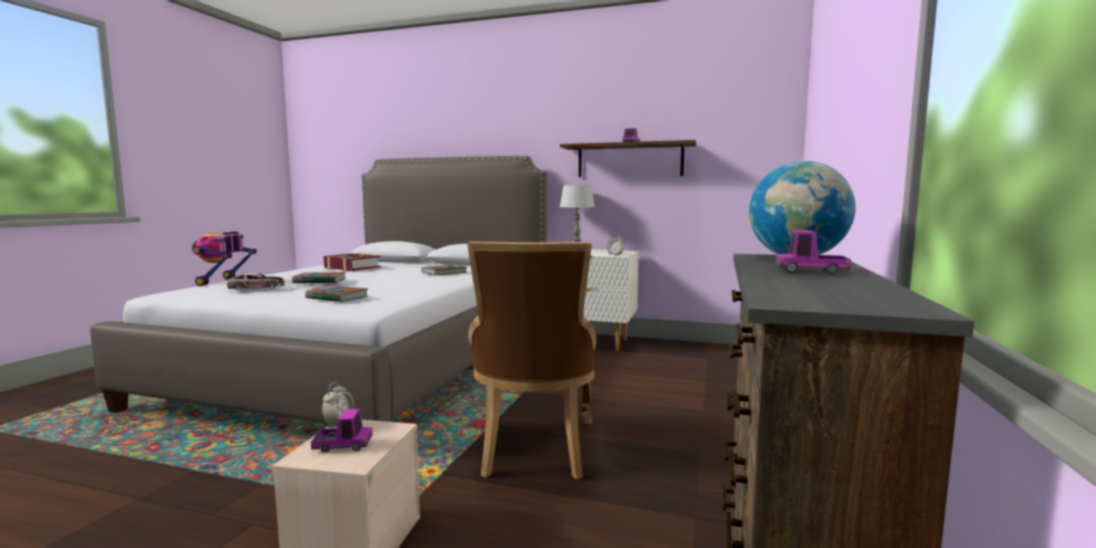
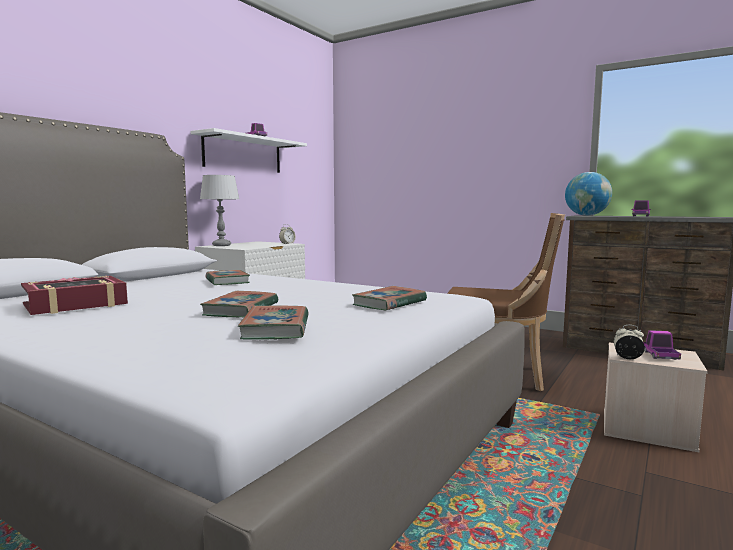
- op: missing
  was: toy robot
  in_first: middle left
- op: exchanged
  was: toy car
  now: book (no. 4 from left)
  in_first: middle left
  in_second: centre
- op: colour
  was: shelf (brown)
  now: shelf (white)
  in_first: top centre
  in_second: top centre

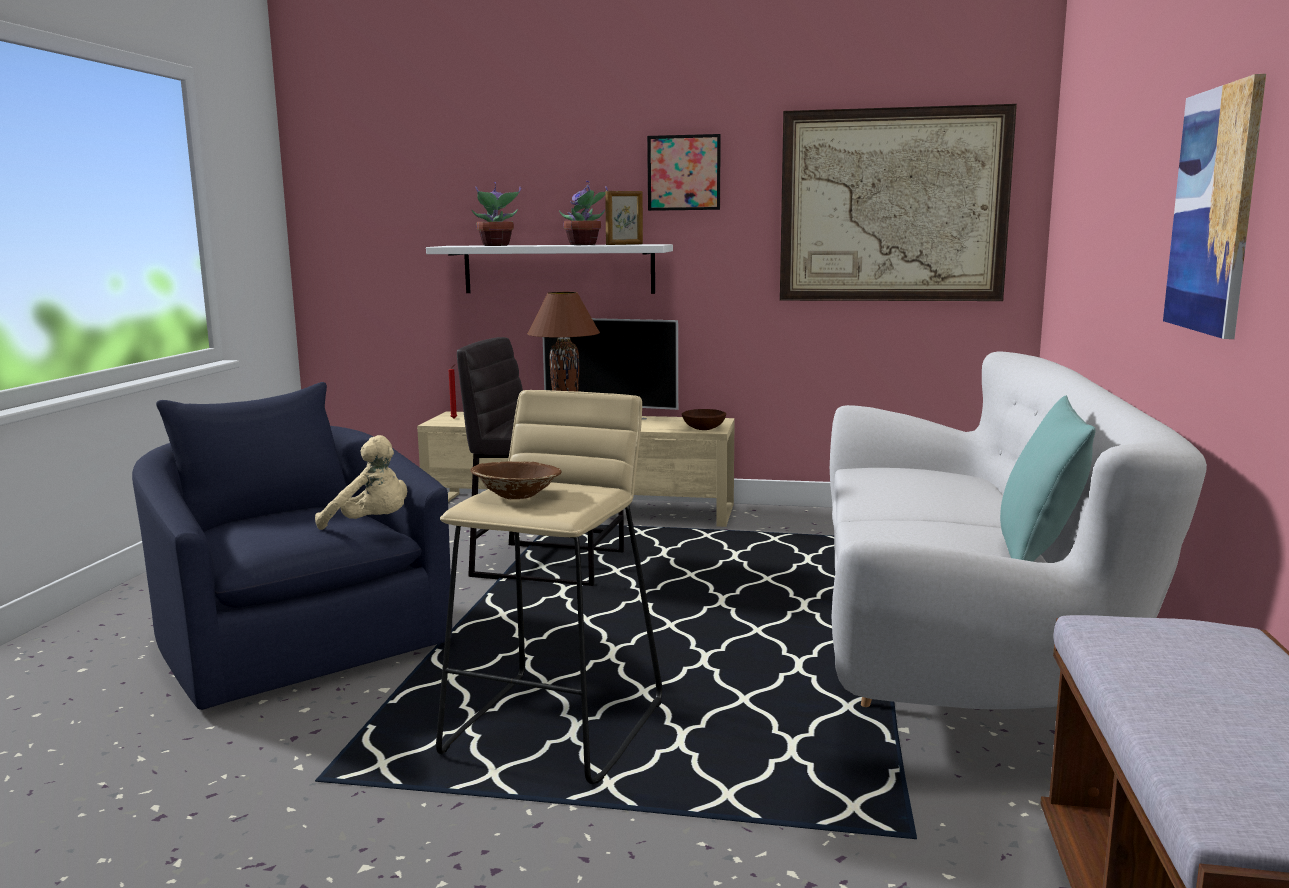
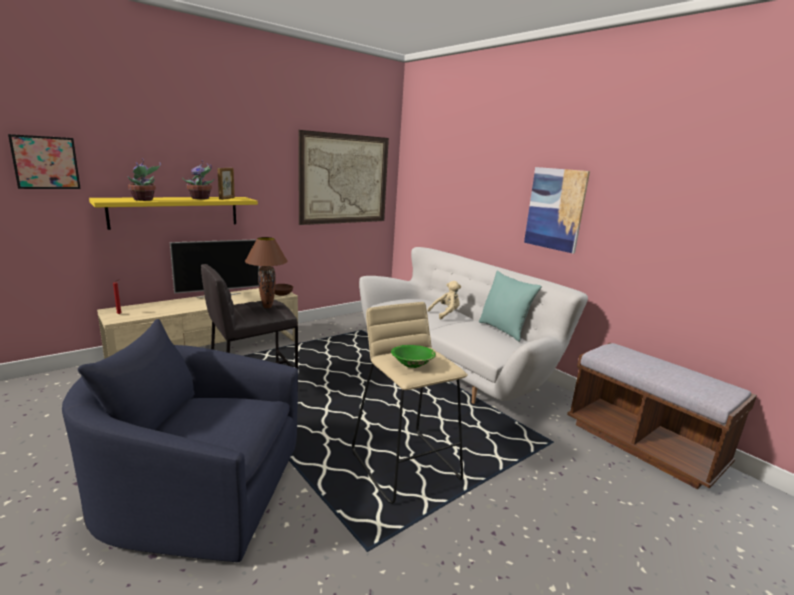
- op: relocated
  was: plush toy (beige)
  in_first: middle left
  in_second: centre
- op: colour
  was: shelf (white)
  now: shelf (yellow)
  in_first: top centre
  in_second: middle left
- op: colour
  was: bowl (brown) (no. 1 from left)
  now: bowl (green)
  in_first: centre
  in_second: centre
- op: relocated
  was: picture (no. 1 from left)
  in_first: top centre
  in_second: top left

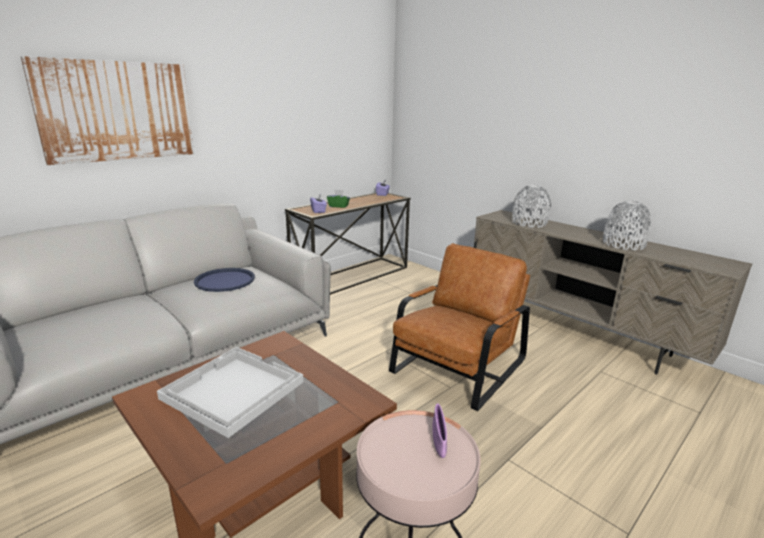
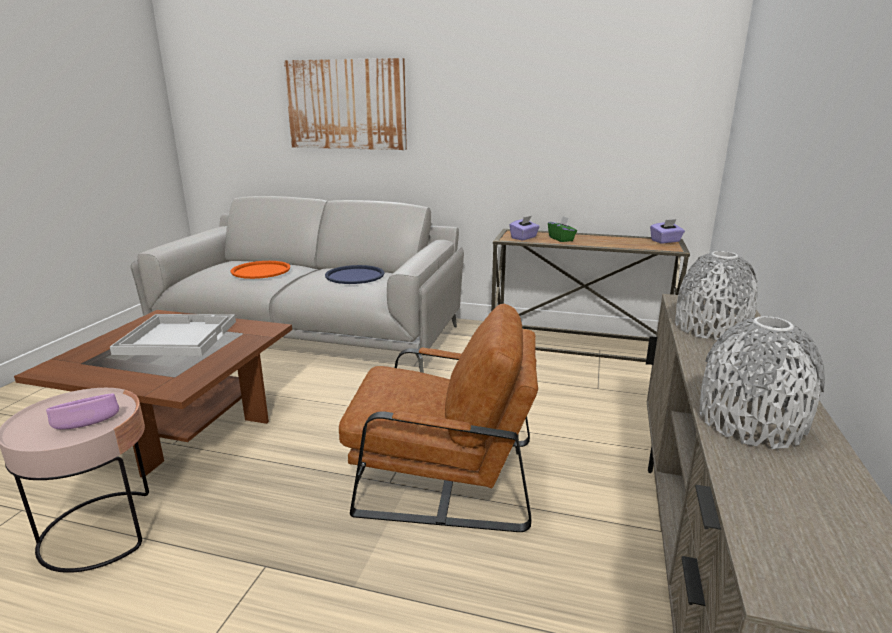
- op: appeared
  now: tray (orange)
  in_second: middle left

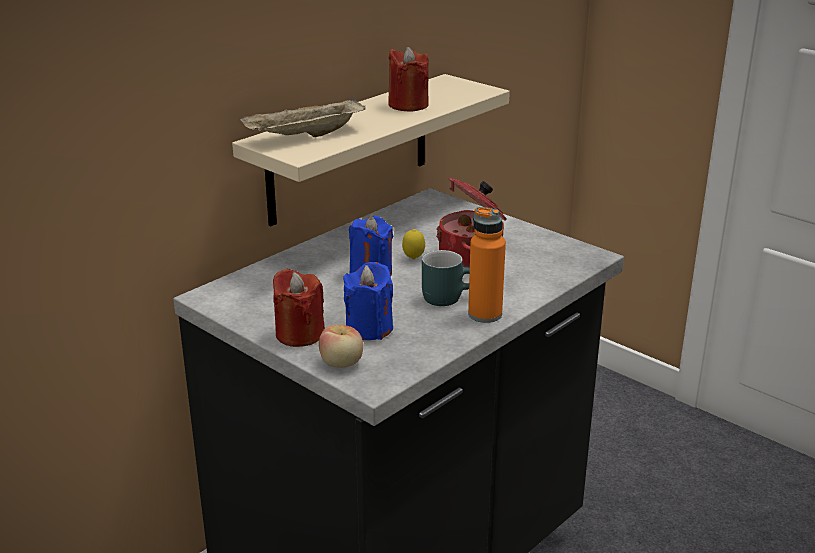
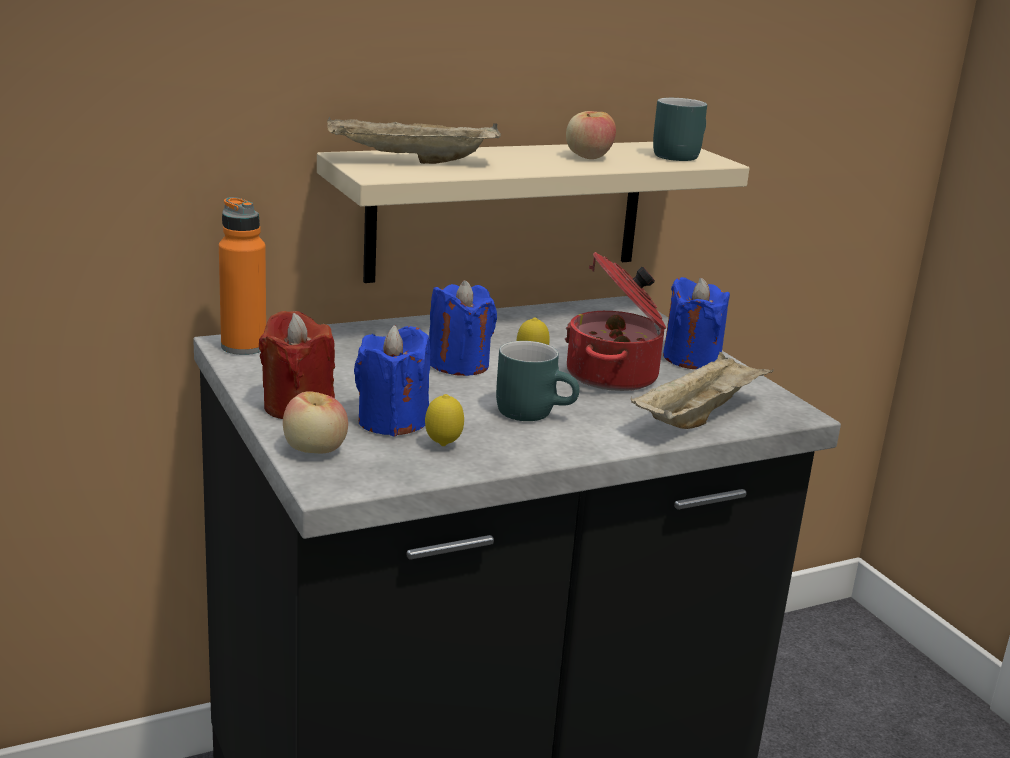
- op: exchanged
  was: candle (red) (no. 2 from left)
  now: apple (no. 2 from left)
  in_first: top centre
  in_second: top centre
- op: relocated
  was: bottle (orange)
  in_first: centre
  in_second: middle left
- op: appeared
  now: lemon (no. 1 from left)
  in_second: centre
- op: appeared
  now: tray (beige) (no. 2 from left)
  in_second: middle right
- op: appeared
  now: mug (turquoise) (no. 2 from left)
  in_second: top right
- op: appeared
  now: candle (blue) (no. 3 from left)
  in_second: middle right

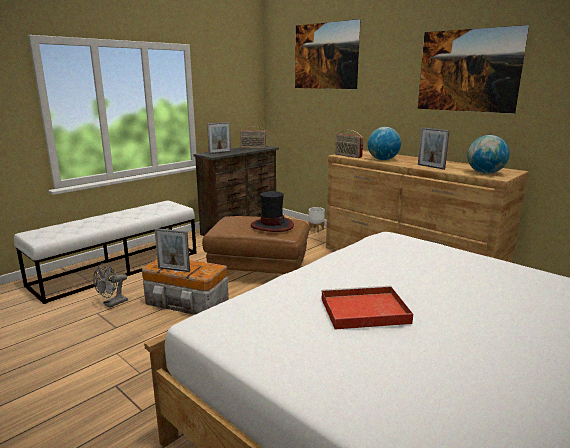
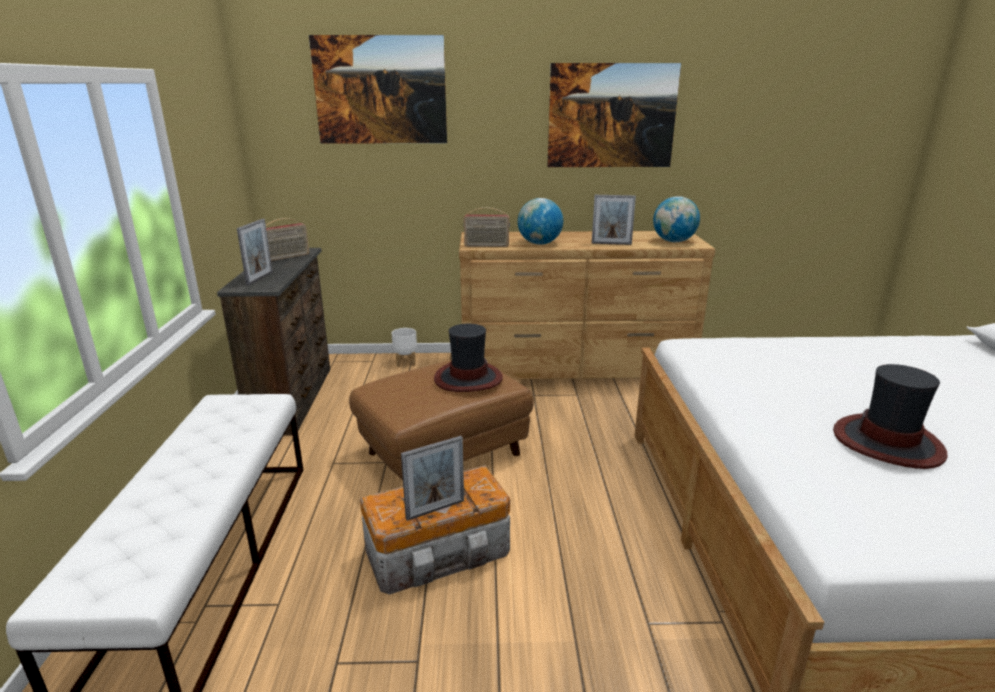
- op: missing
  was: fan (grey)
  in_first: middle left
- op: exchanged
  was: tray (red)
  now: hat (no. 2 from left)
  in_first: bottom centre
  in_second: middle right

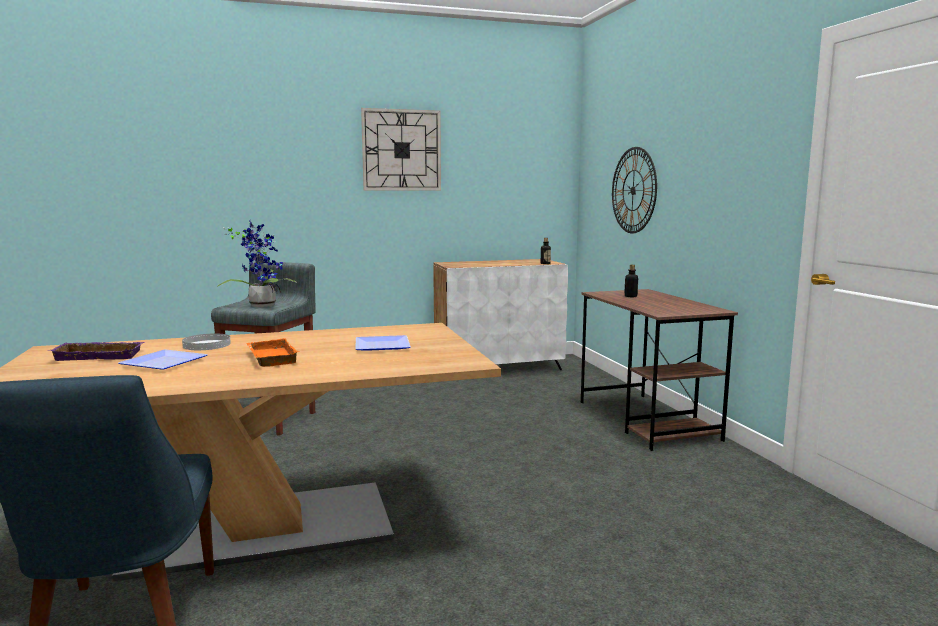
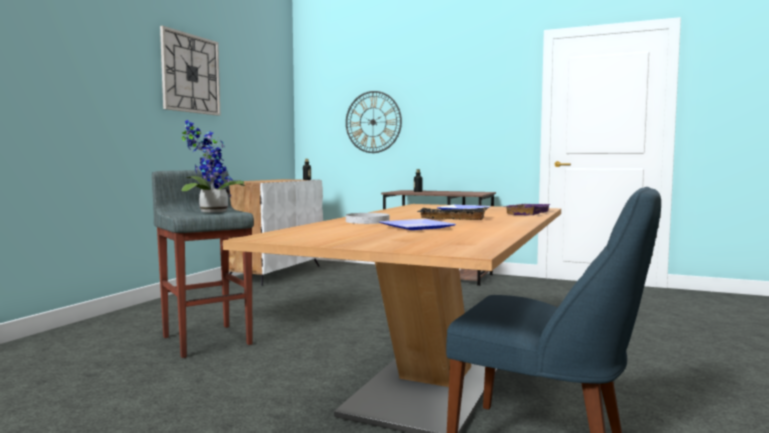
- op: relocated
  was: tray (purple)
  in_first: middle left
  in_second: middle right
- op: colour
  was: tray (orange)
  now: tray (black)
  in_first: middle left
  in_second: centre

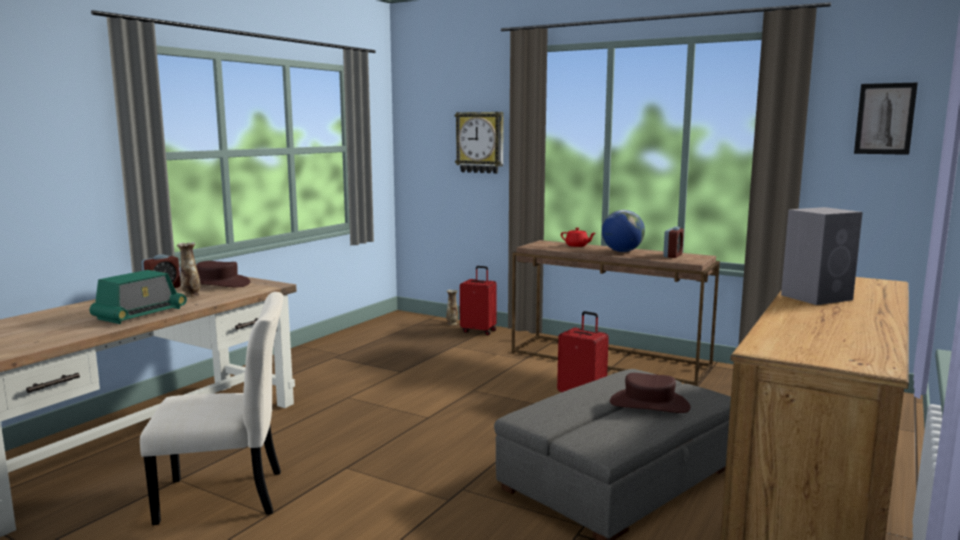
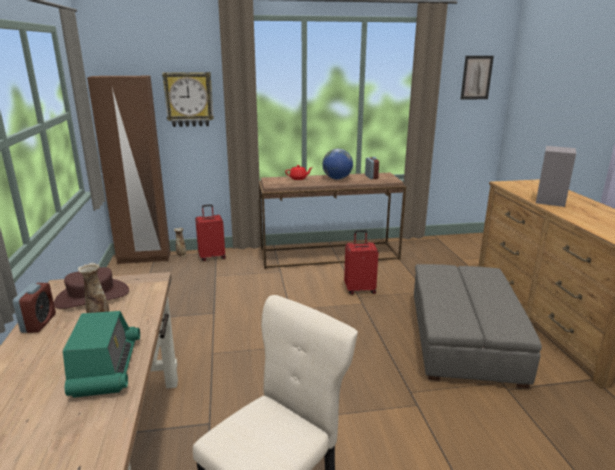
- op: missing
  was: hat (brown) (no. 2 from left)
  in_first: bottom right
- op: appeared
  now: wardrobe (brown)
  in_second: middle left

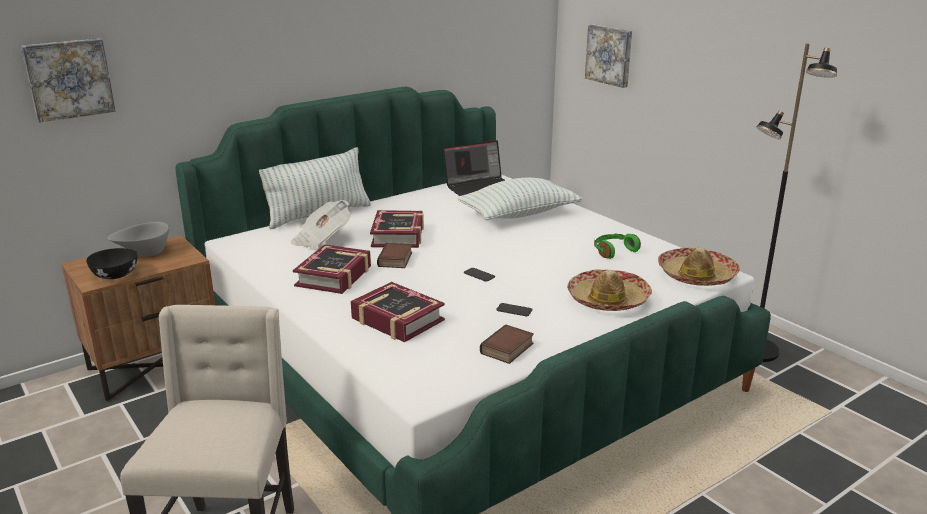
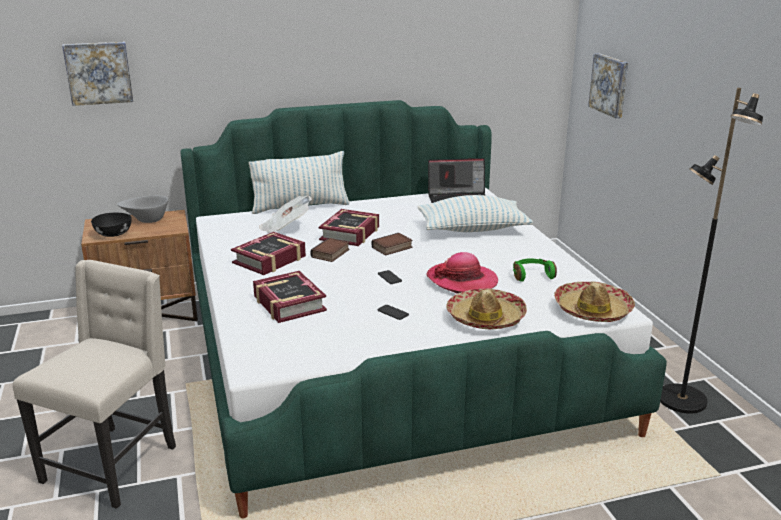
- op: relocated
  was: book (no. 5 from left)
  in_first: bottom centre
  in_second: centre
- op: appeared
  now: hat (no. 1 from left)
  in_second: centre

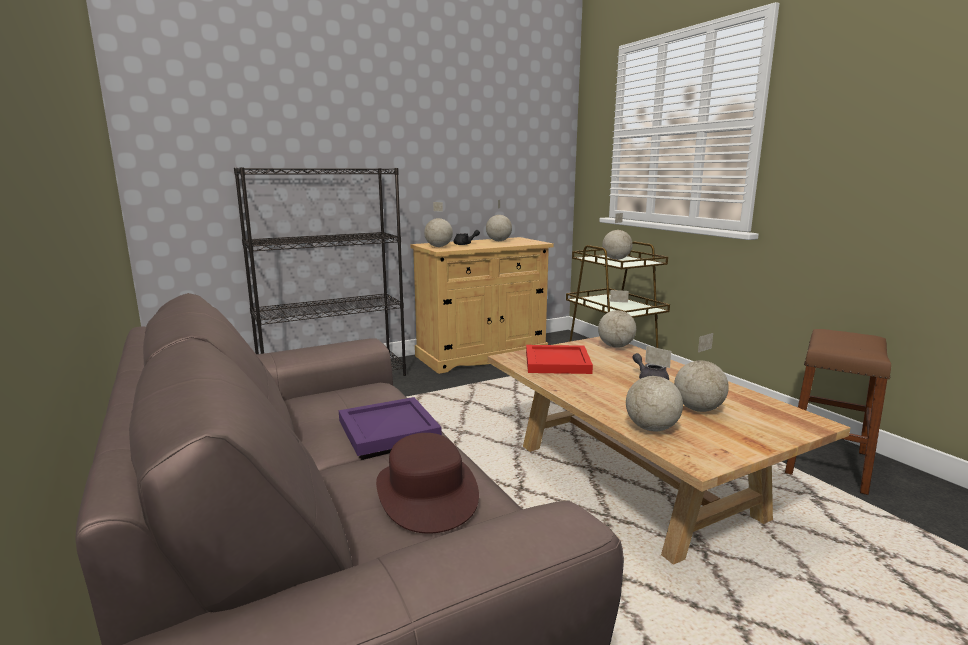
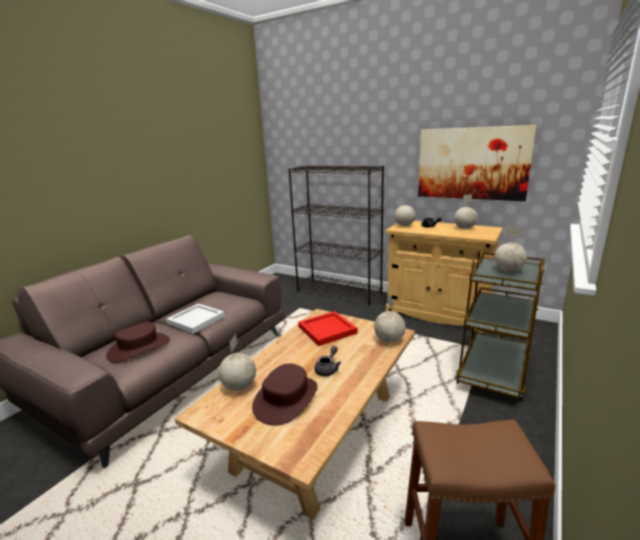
- op: colour
  was: tray (purple)
  now: tray (white)
  in_first: centre
  in_second: middle left
- op: exchanged
  was: globe (no. 6 from left)
  now: hat (brown) (no. 2 from left)
  in_first: middle right
  in_second: bottom centre
- op: appeared
  now: picture
  in_second: top right

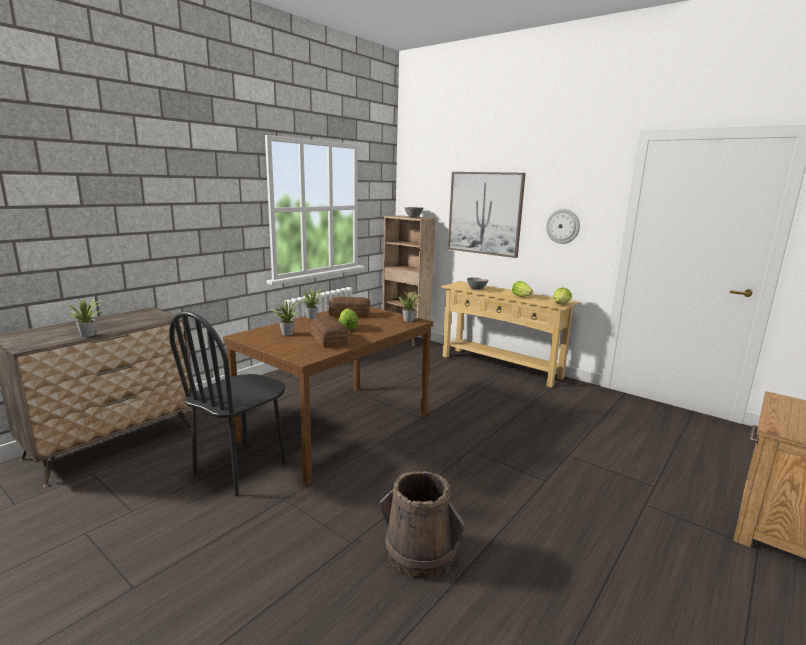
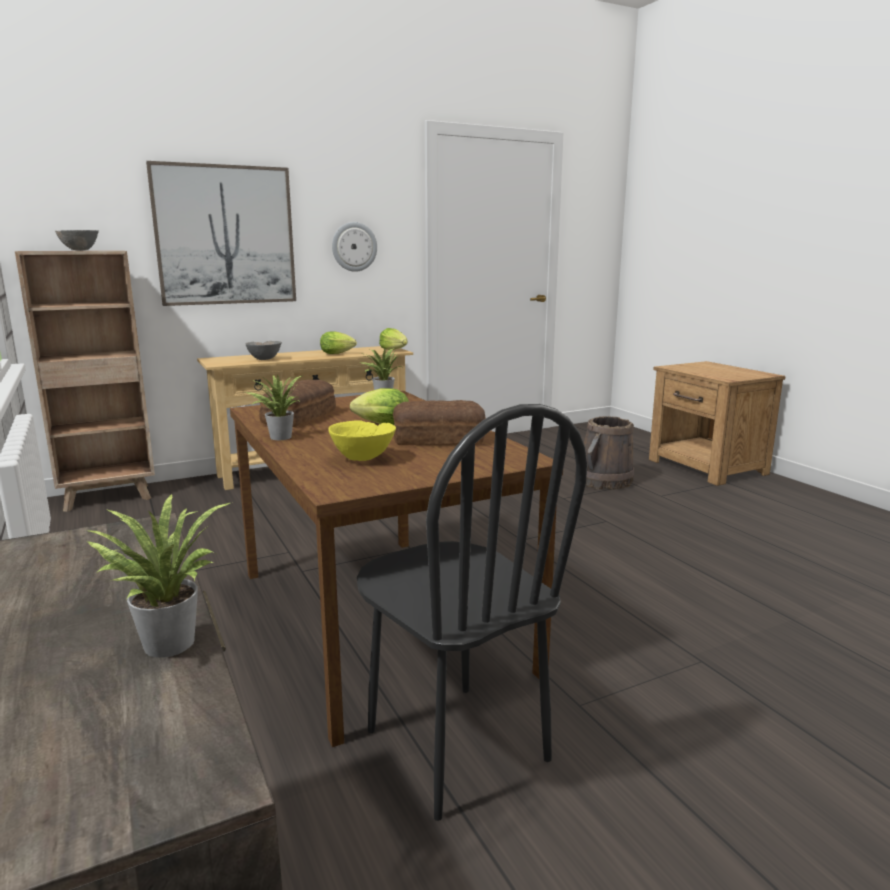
- op: exchanged
  was: potted plant (no. 2 from left)
  now: bowl (yellow)
  in_first: centre
  in_second: centre
- op: relocated
  was: bucket (brown)
  in_first: bottom centre
  in_second: middle right

